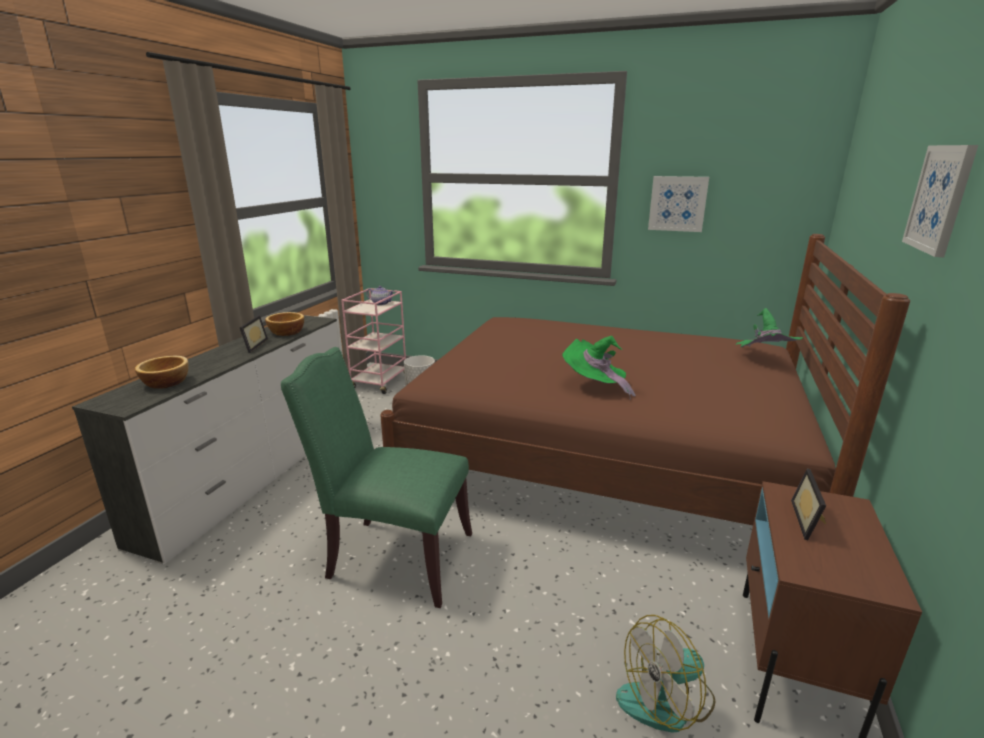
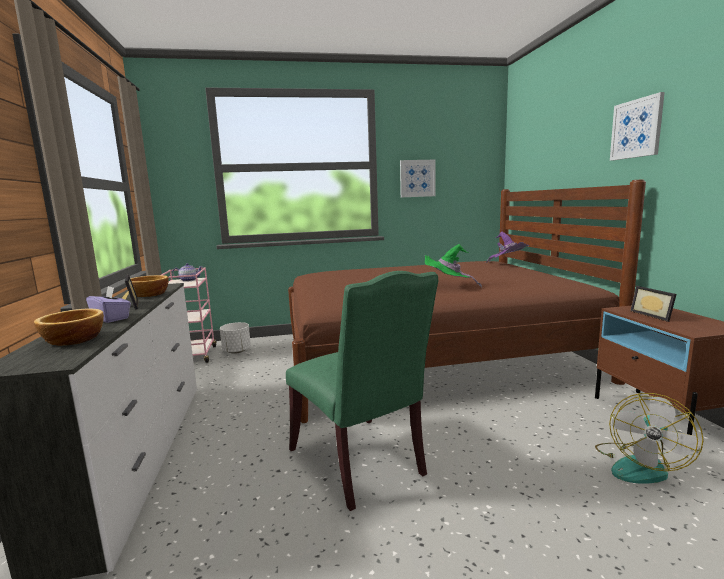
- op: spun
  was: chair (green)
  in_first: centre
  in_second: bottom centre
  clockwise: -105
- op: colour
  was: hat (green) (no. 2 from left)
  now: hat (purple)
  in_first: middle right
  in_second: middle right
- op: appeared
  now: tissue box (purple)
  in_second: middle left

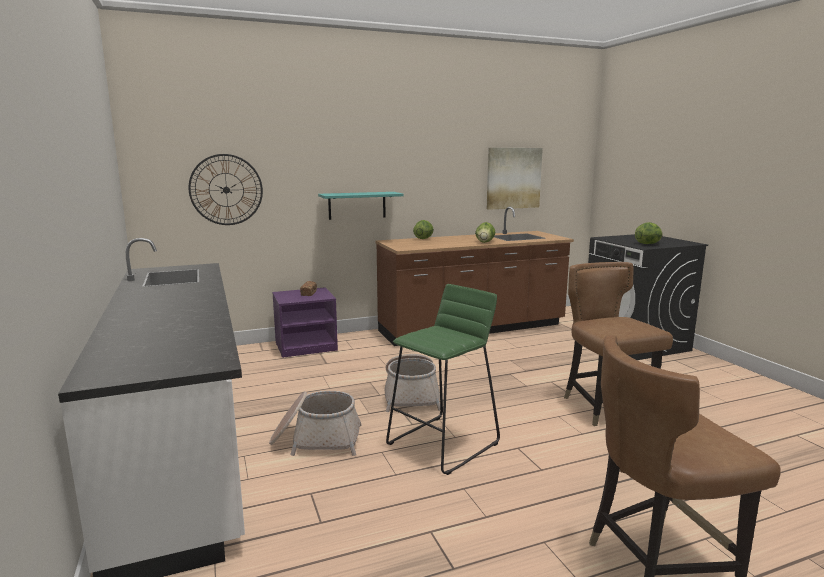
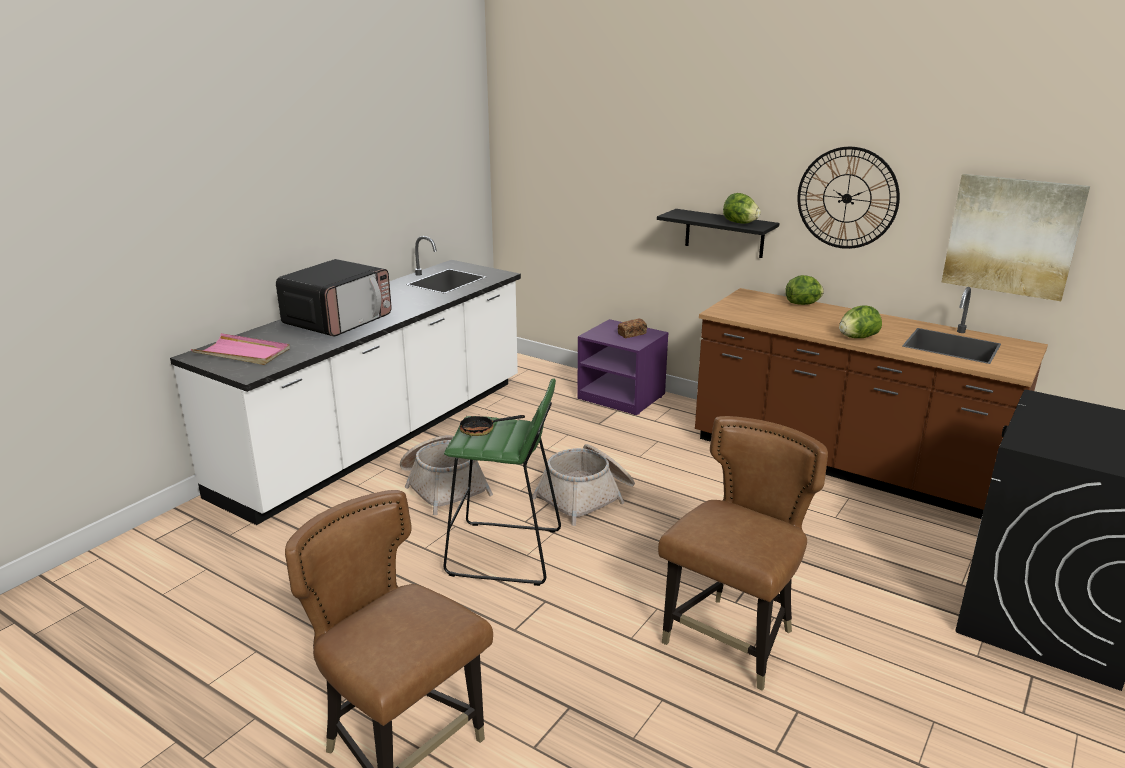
- op: relocated
  was: wall clock
  in_first: top left
  in_second: top right
- op: colour
  was: shelf (turquoise)
  now: shelf (black)
  in_first: centre
  in_second: top centre
- op: relocated
  was: lettuce (no. 3 from left in the first image)
  now: lettuce (no. 1 from left)
  in_first: middle right
  in_second: top centre
- op: appeared
  now: tray (pink)
  in_second: middle left
- op: appeared
  now: microwave
  in_second: middle left
- op: appeared
  now: frying pan
  in_second: centre

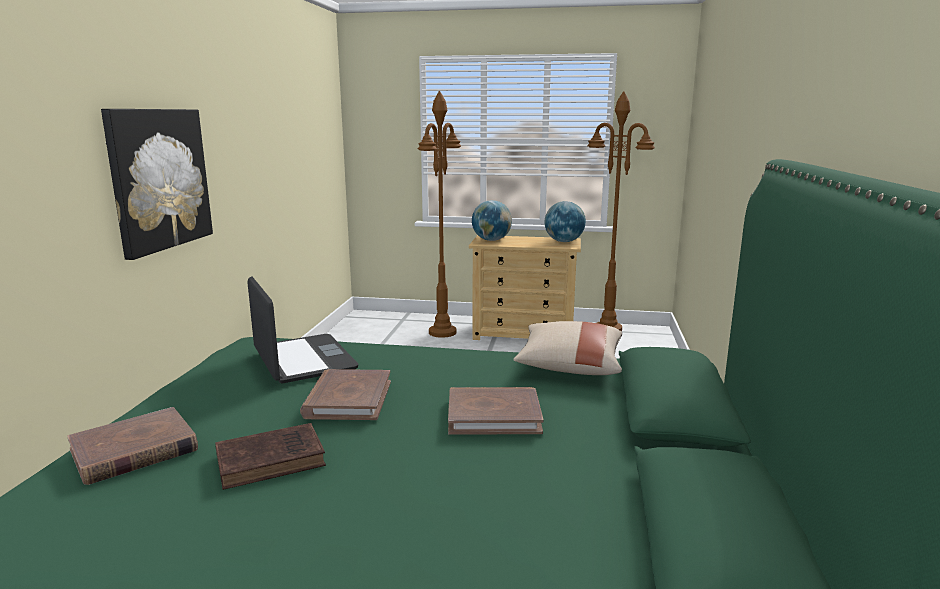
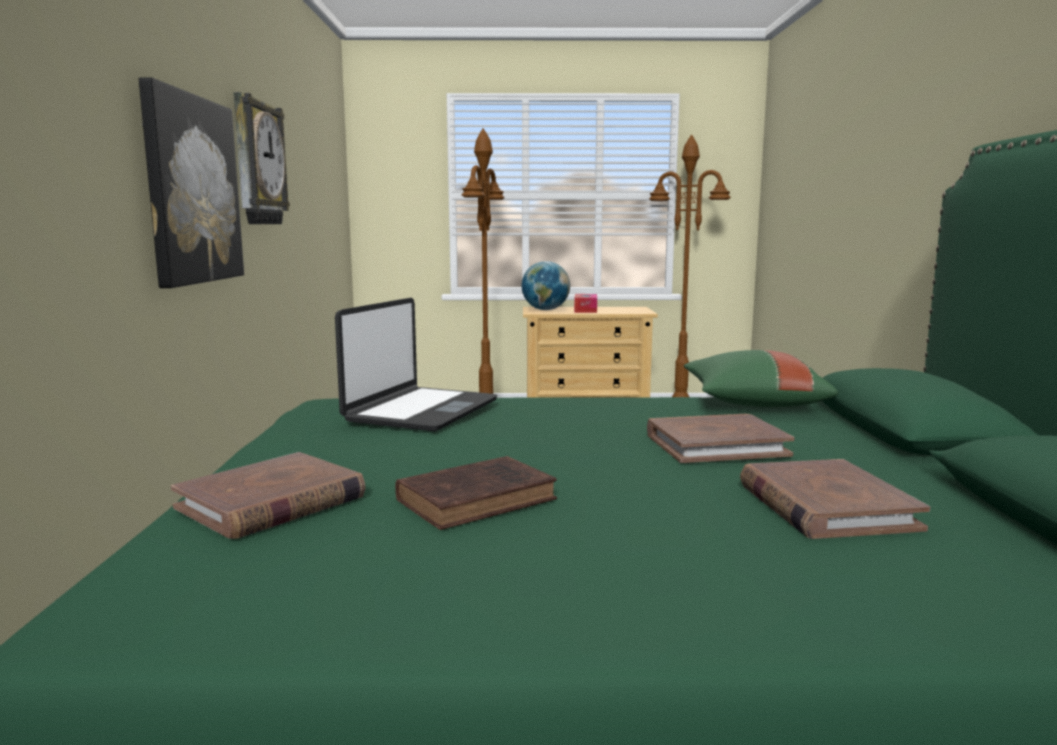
- op: spun
  was: laptop
  in_first: middle left
  in_second: centre
  clockwise: 60
- op: relocated
  was: book (brown) (no. 3 from left in the first image)
  now: book (brown) (no. 4 from left)
  in_first: bottom centre
  in_second: bottom right
- op: colour
  was: pillow (beige)
  now: pillow (green)
  in_first: centre
  in_second: middle right
- op: missing
  was: globe (no. 2 from left)
  in_first: centre
- op: appeared
  now: wall clock
  in_second: top left
- op: appeared
  now: tissue box
  in_second: centre

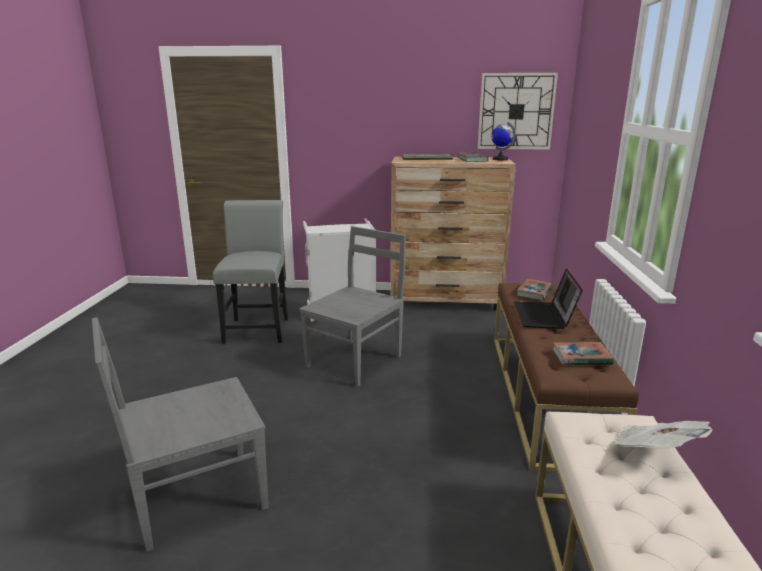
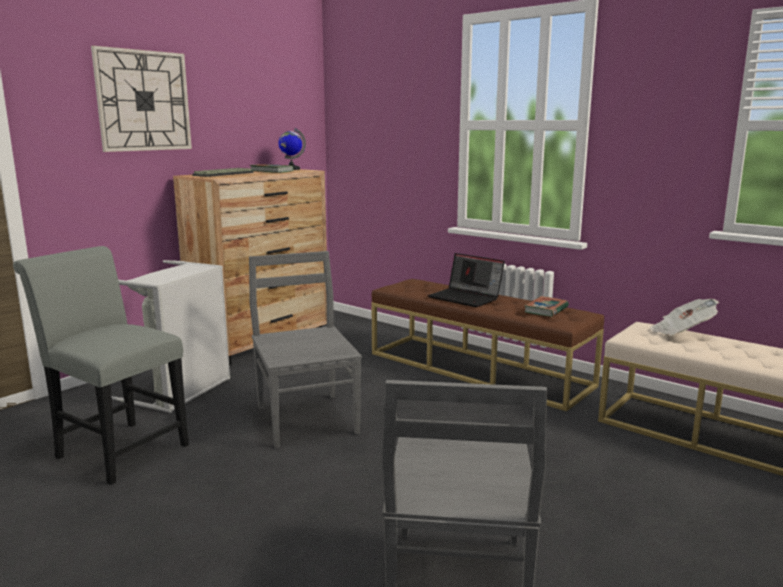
- op: relocated
  was: wall clock
  in_first: top right
  in_second: top left
- op: missing
  was: book (no. 2 from left)
  in_first: middle right

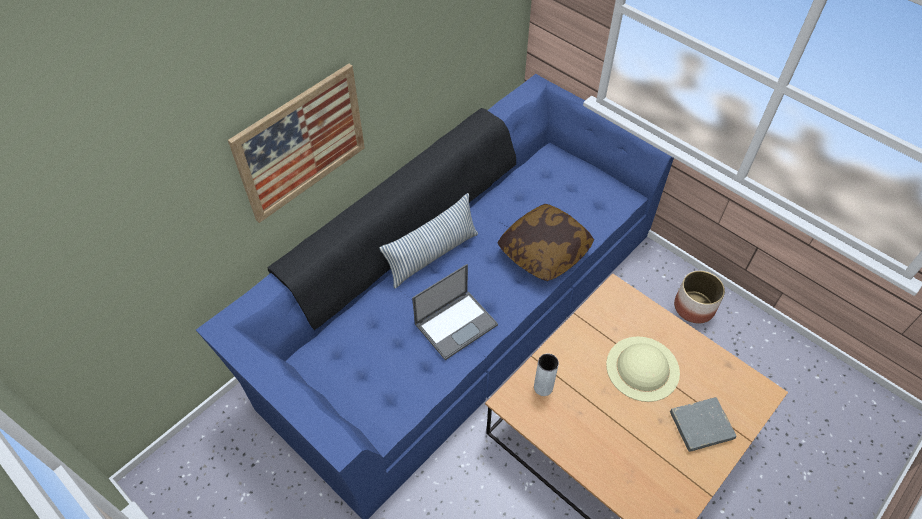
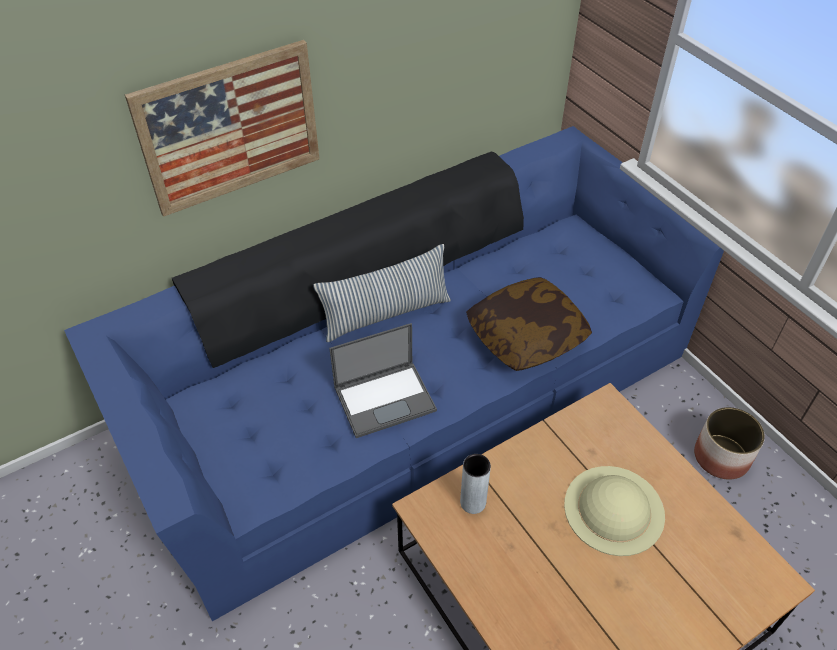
- op: missing
  was: book (grey)
  in_first: bottom right

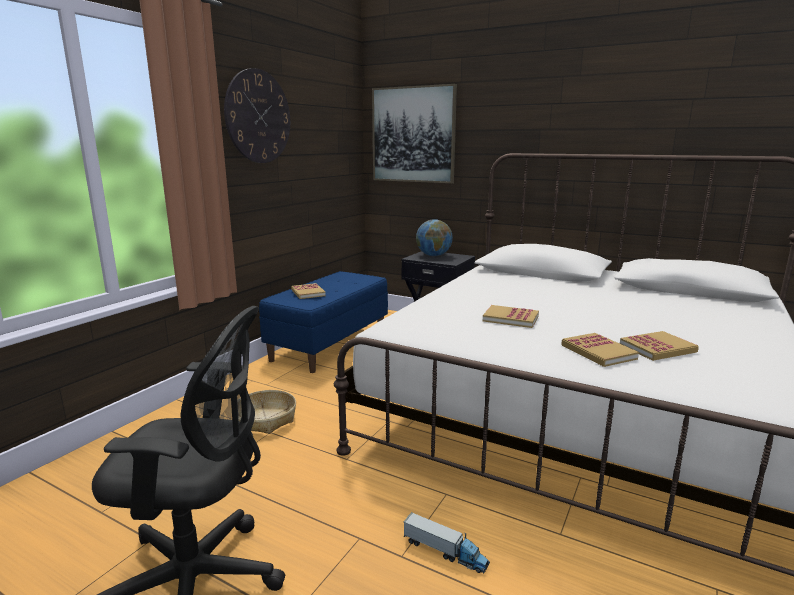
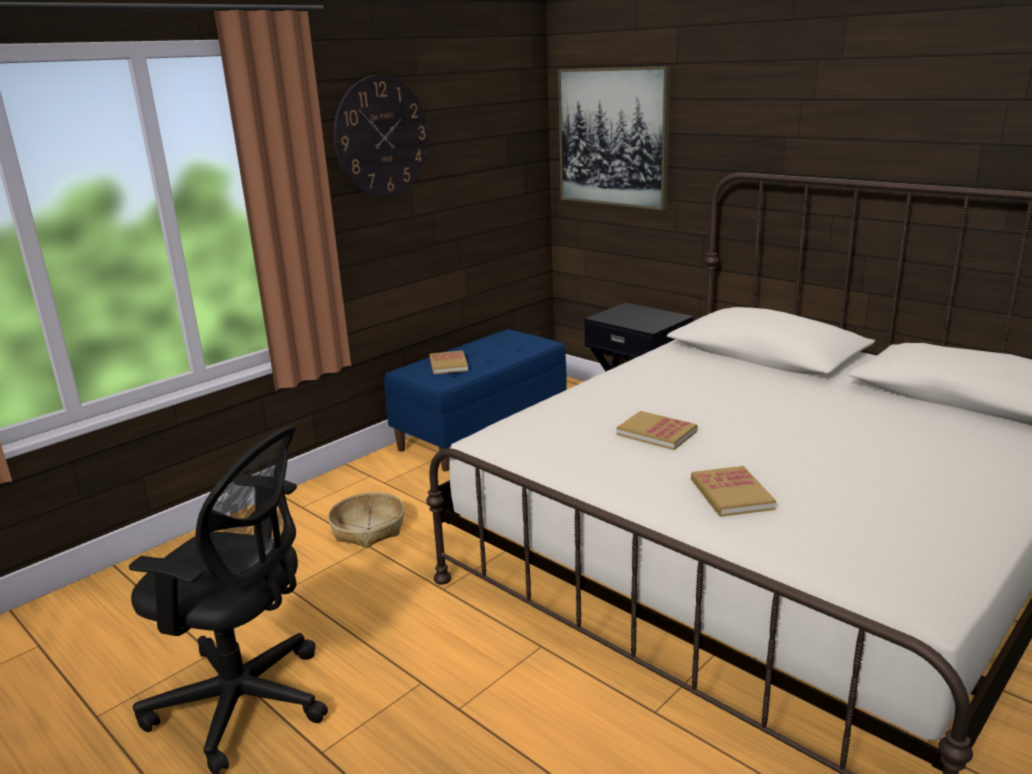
- op: missing
  was: toy truck
  in_first: bottom centre
- op: missing
  was: globe
  in_first: centre
- op: missing
  was: book (no. 4 from left)
  in_first: middle right

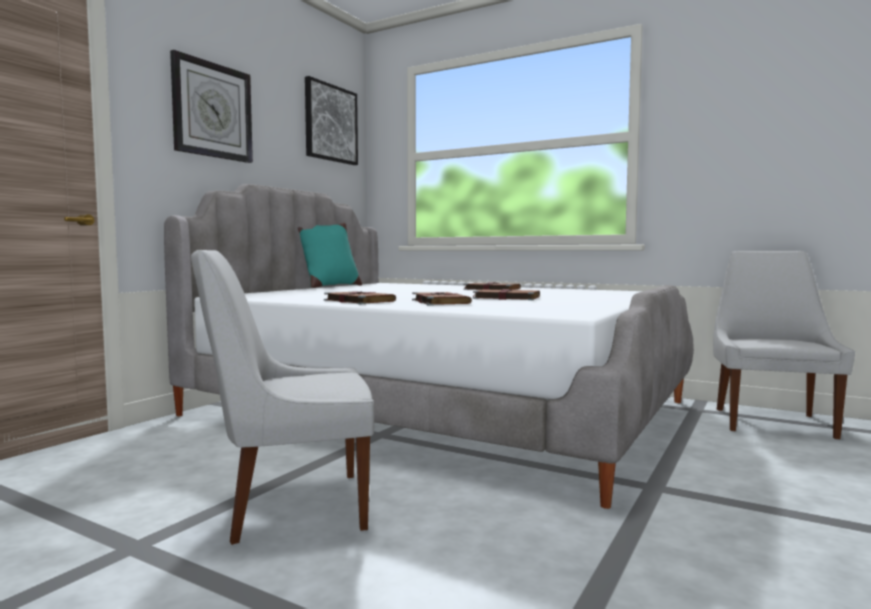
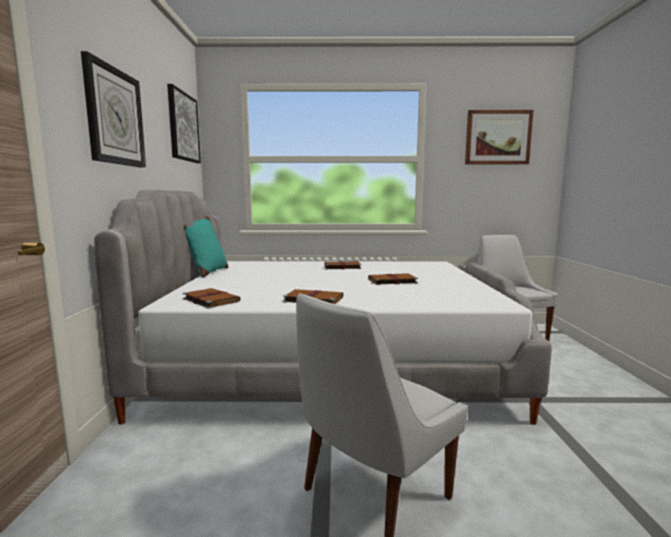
- op: relocated
  was: book (brown) (no. 2 from left in the first image)
  now: book (brown) (no. 1 from left)
  in_first: centre
  in_second: middle left
- op: appeared
  now: picture (no. 2 from left)
  in_second: top right

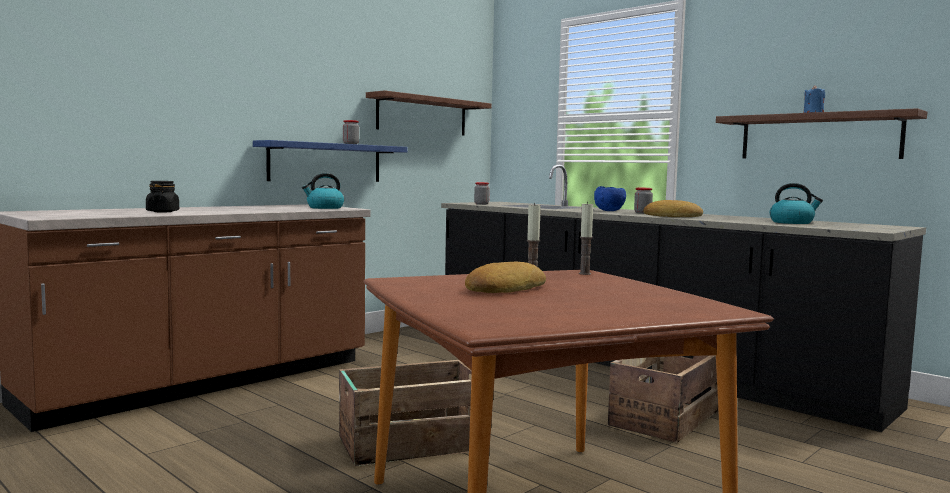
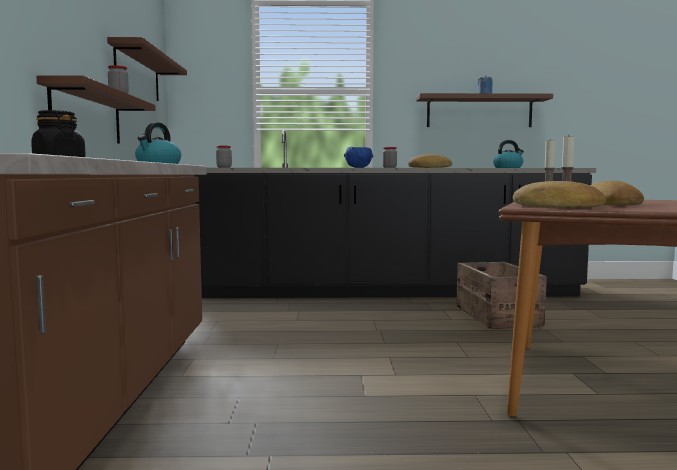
- op: colour
  was: shelf (blue)
  now: shelf (brown) (no. 1 from left)
  in_first: top centre
  in_second: top left
- op: missing
  was: crate (no. 1 from left)
  in_first: bottom centre
- op: appeared
  now: bread (no. 2 from left)
  in_second: middle right

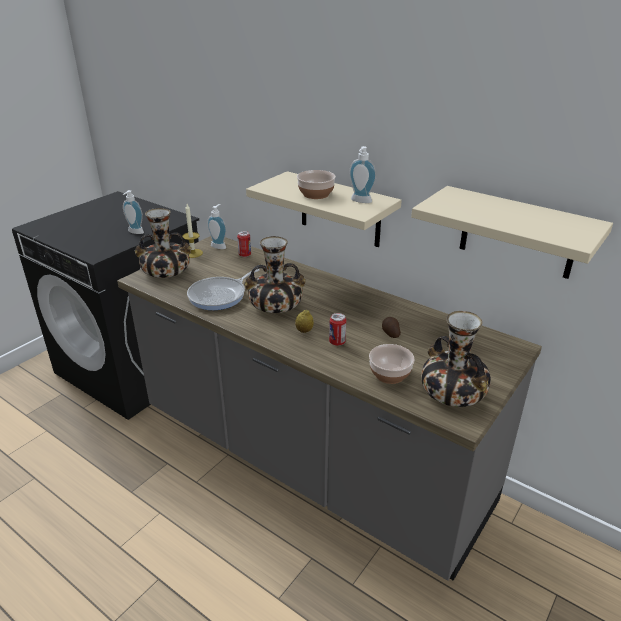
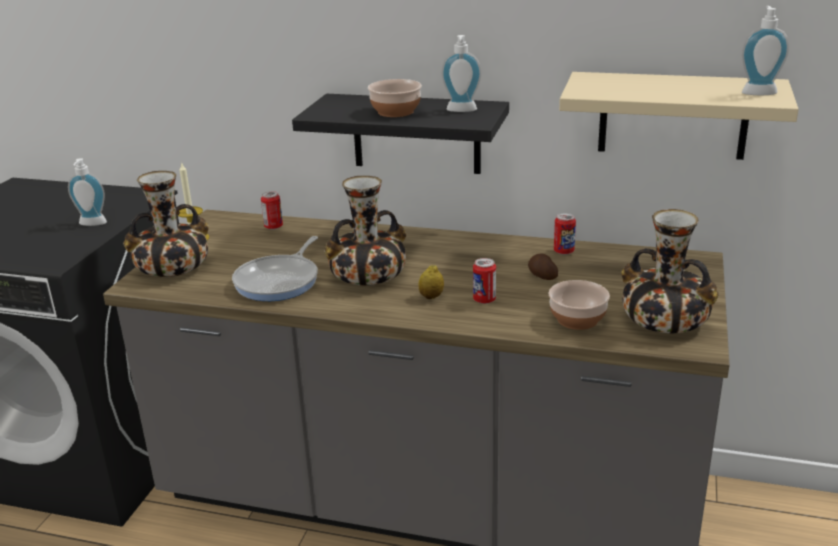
- op: relocated
  was: soap dispenser (no. 2 from left in the first image)
  now: soap dispenser (no. 3 from left)
  in_first: centre
  in_second: top right
- op: colour
  was: shelf (beige) (no. 1 from left)
  now: shelf (black)
  in_first: centre
  in_second: top centre
- op: appeared
  now: can (no. 3 from left)
  in_second: middle right

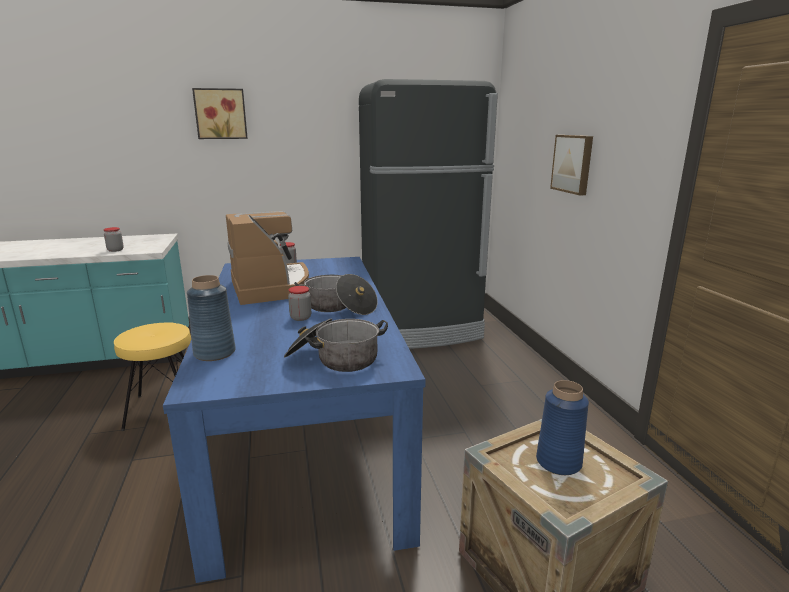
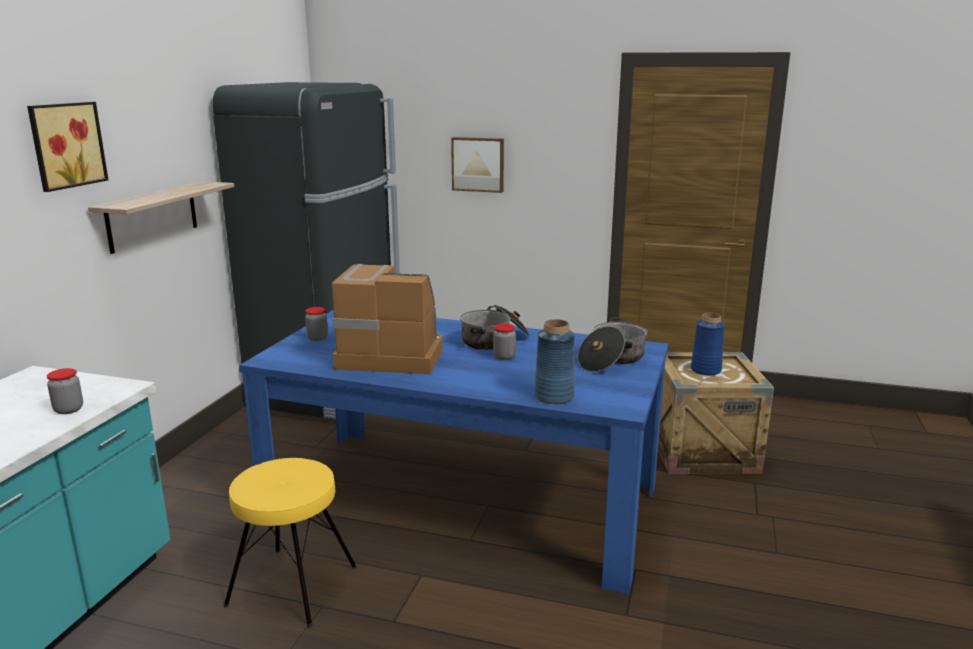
- op: appeared
  now: shelf
  in_second: middle left

